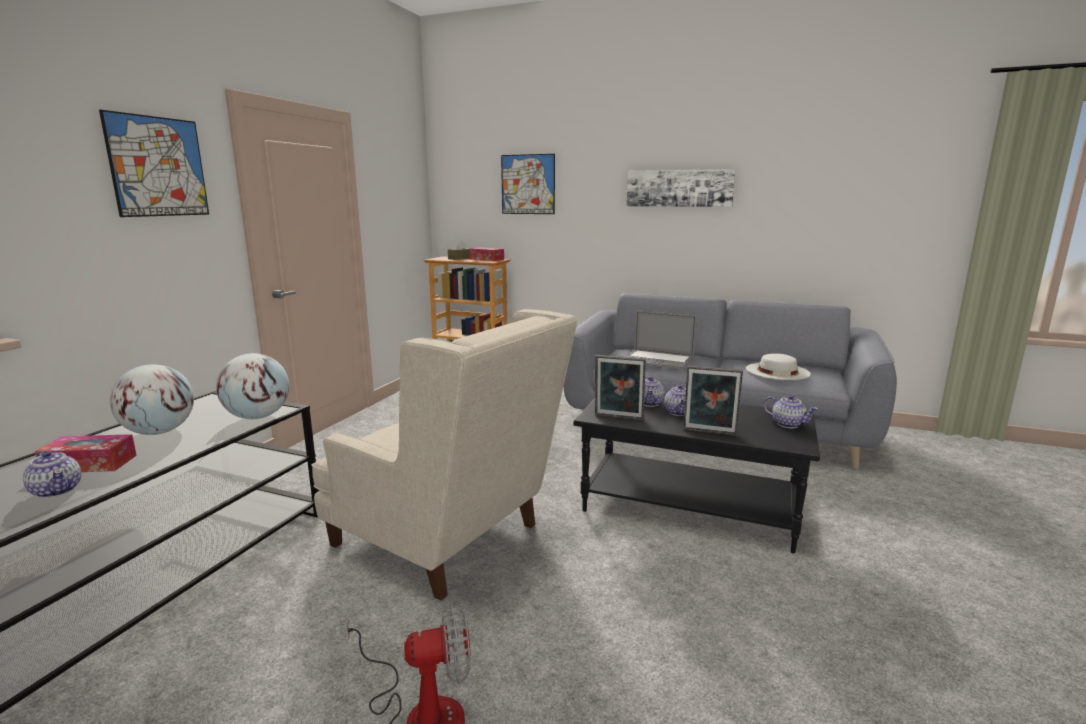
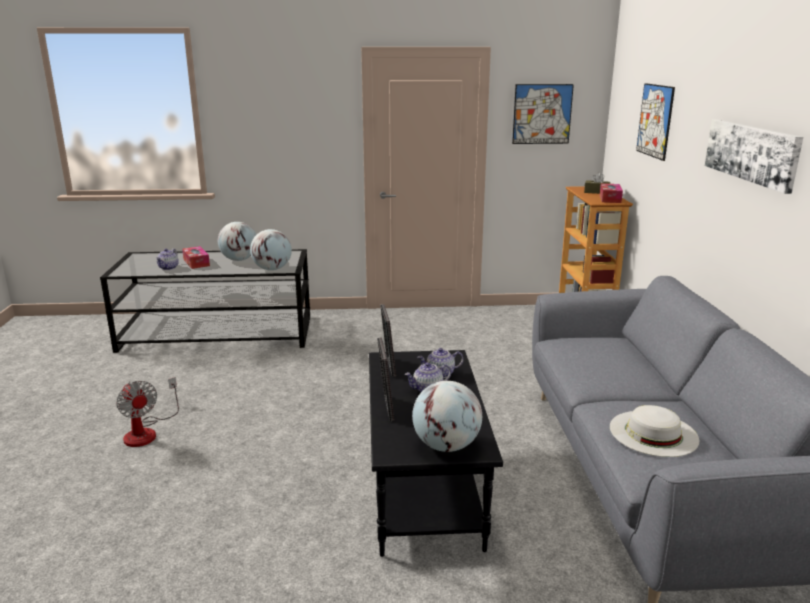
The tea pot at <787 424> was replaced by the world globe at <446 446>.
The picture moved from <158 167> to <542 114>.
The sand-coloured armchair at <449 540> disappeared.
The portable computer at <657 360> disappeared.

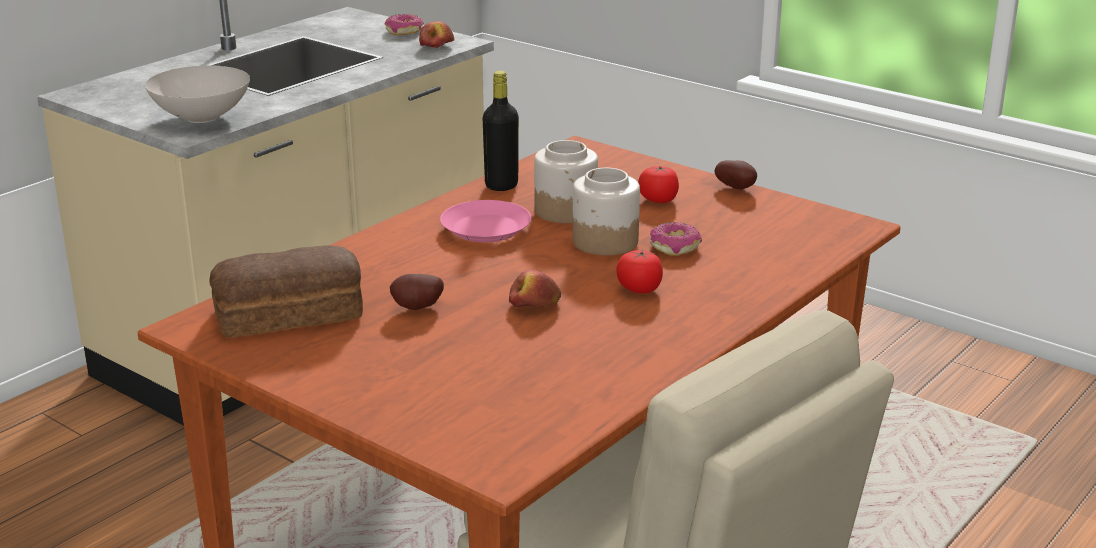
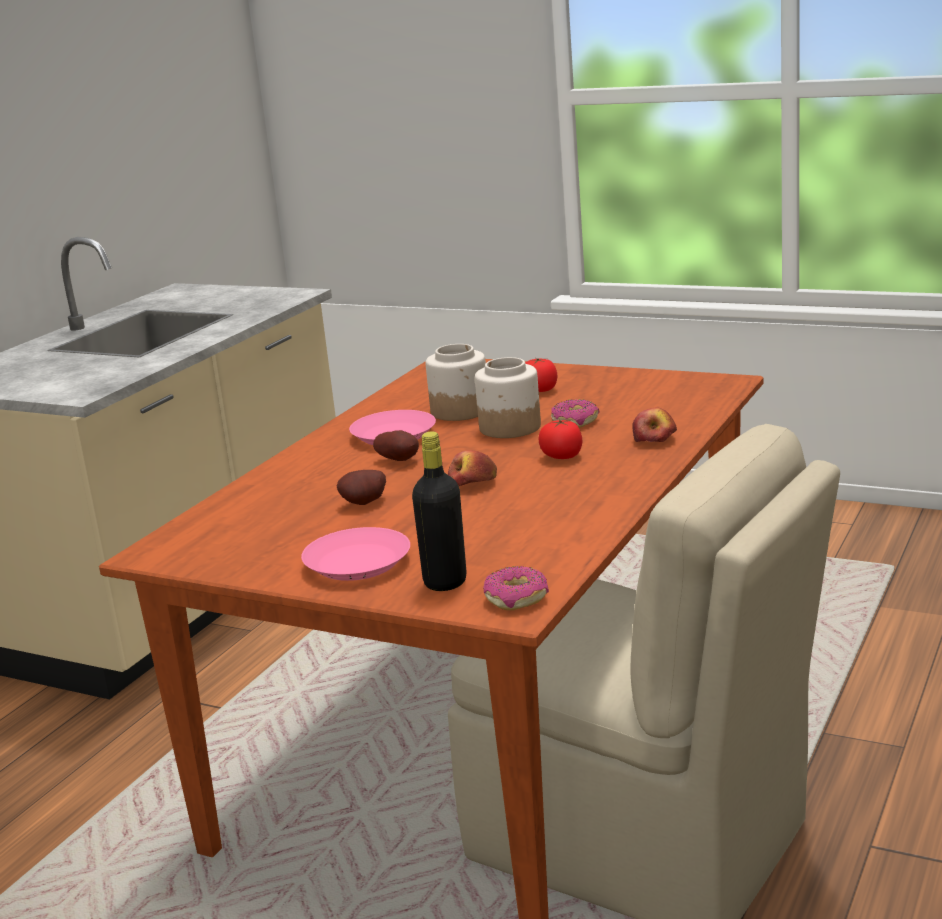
The pink dinner plate at <358 562> appeared.
The spud moved from <737 188> to <400 460>.
The black-coloured beverage bottle moved from <501 185> to <445 582>.
The doughnut moved from <404 31> to <517 598>.
The apple moved from <437 46> to <655 439>.
The white-coloured bowl at <200 118> disappeared.
The bread at <291 314> disappeared.

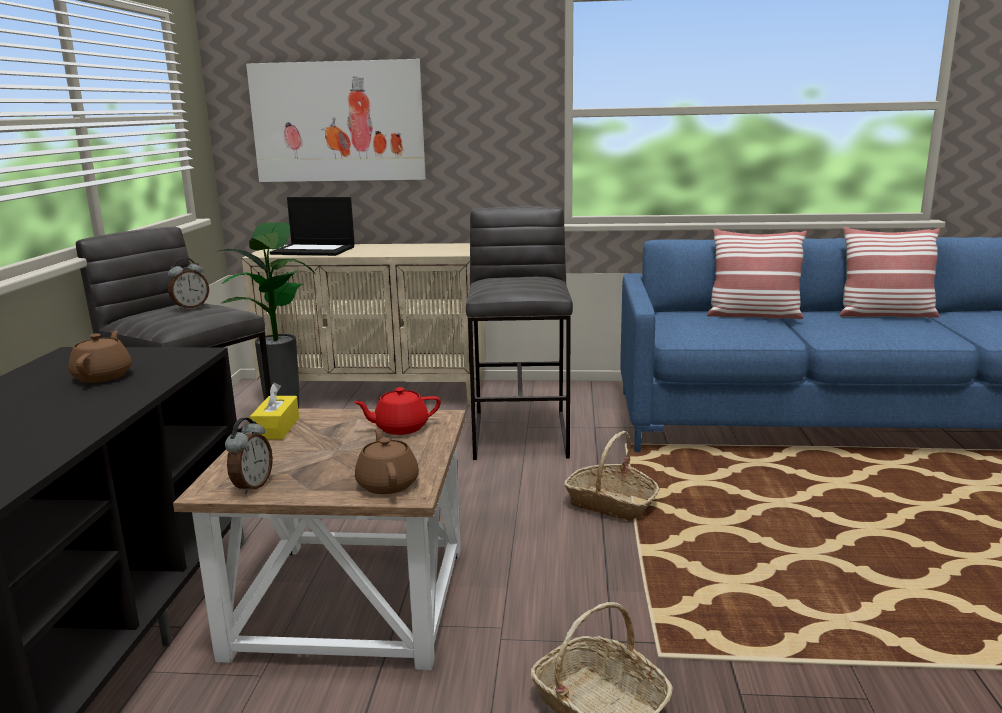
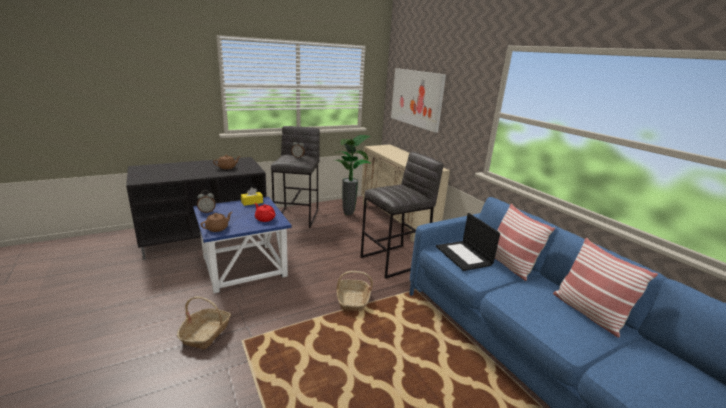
The brown accent table at <348 599> became the blue accent table at <245 266>.
The portable computer moved from <314 250> to <464 256>.

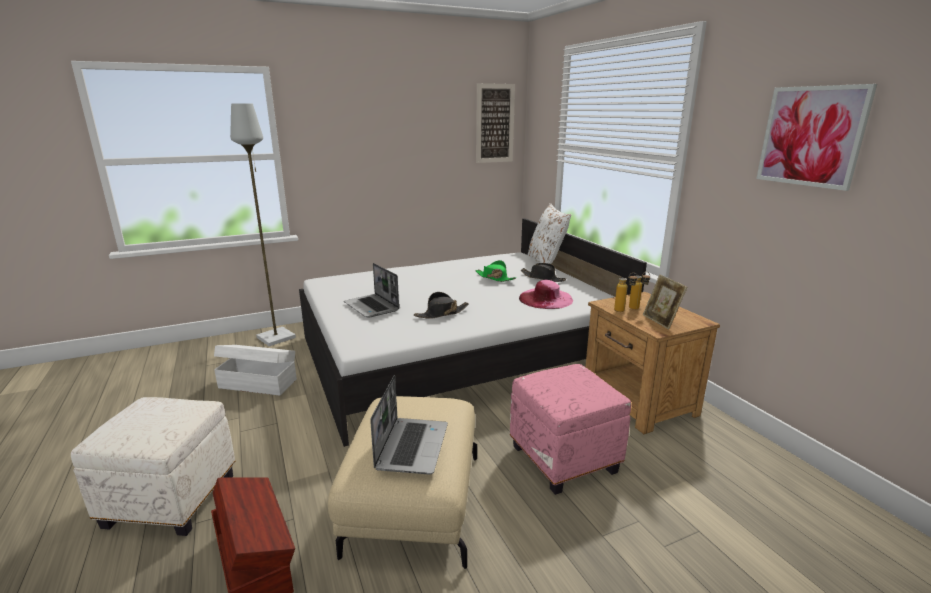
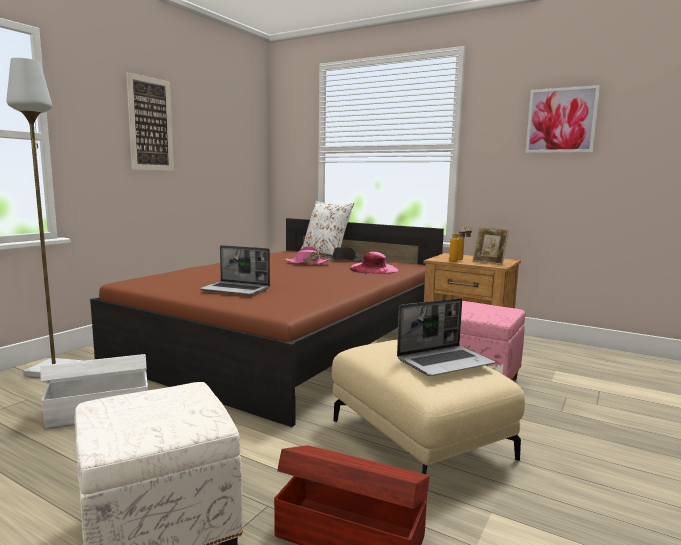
The white-coloured bed at <457 353> became the brown bed at <288 341>.
The picture moved from <495 123> to <150 124>.
The green clothing hat at <494 278> became the pink clothing hat at <307 263>.
The portable computer at <411 446> turned 90 degrees clockwise.
The black-coloured clothing hat at <441 313> disappeared.

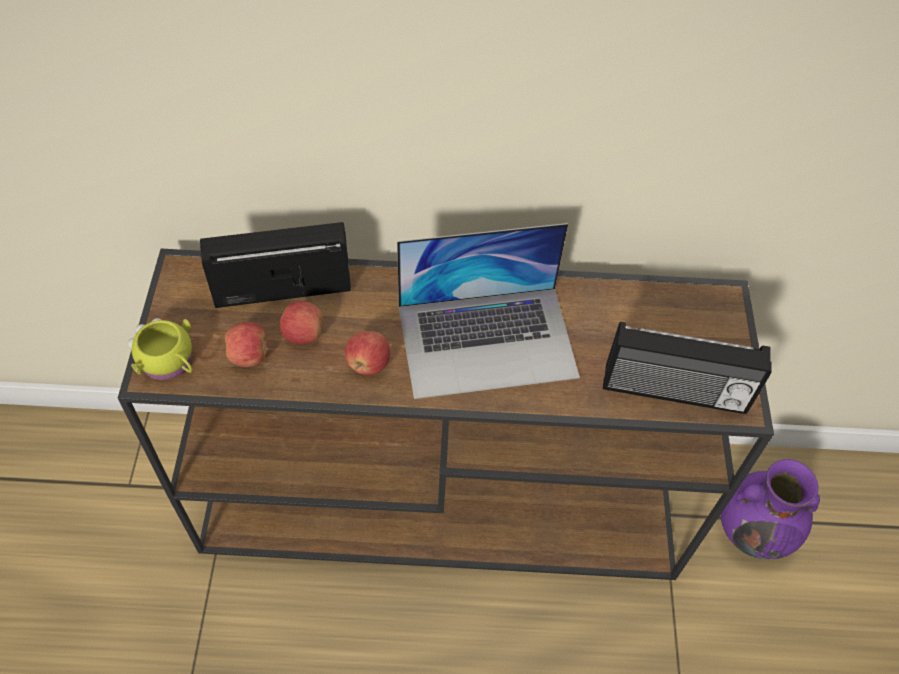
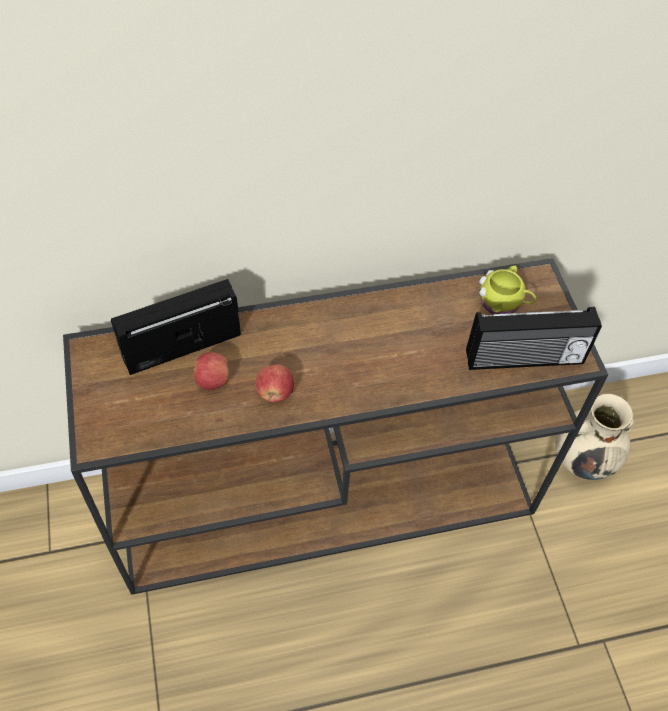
The yellow mug moved from <170 363> to <503 303>.
The purplish flower vase at <753 531> became the sand-coloured flower vase at <583 459>.
The apple at <249 355> disappeared.
The portable computer at <487 341> disappeared.

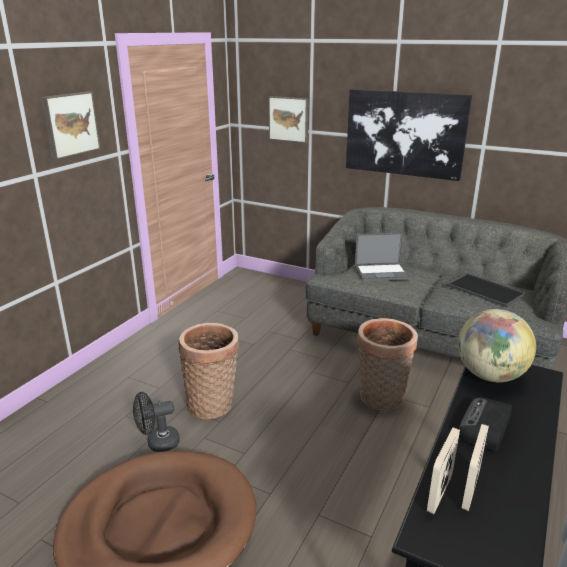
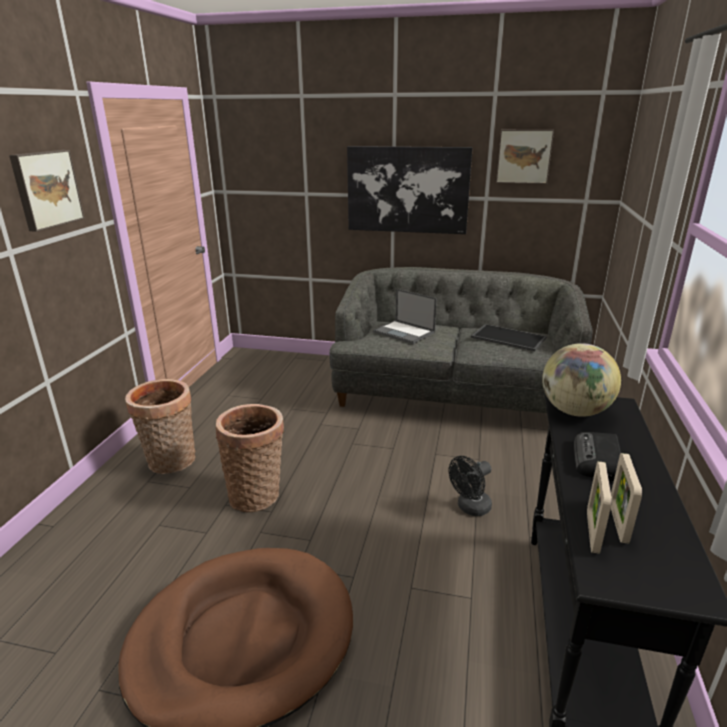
The basket moved from <381 399> to <171 463>.
The portable computer at <382 272> turned 60 degrees clockwise.
The black-coloured electric fan moved from <158 443> to <470 508>.
The picture moved from <289 119> to <524 156>.

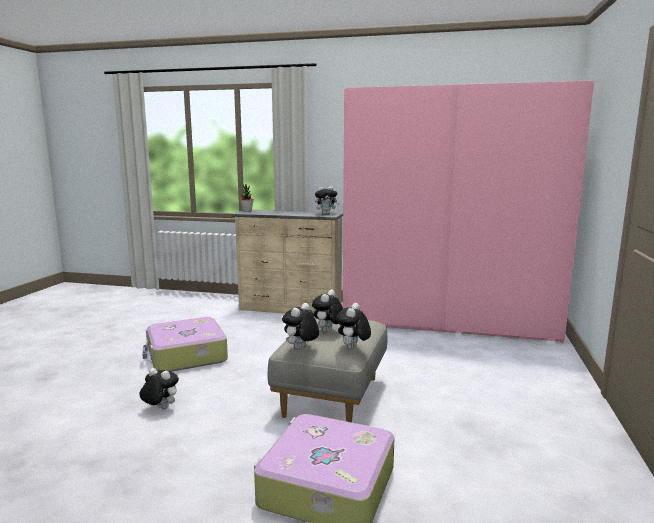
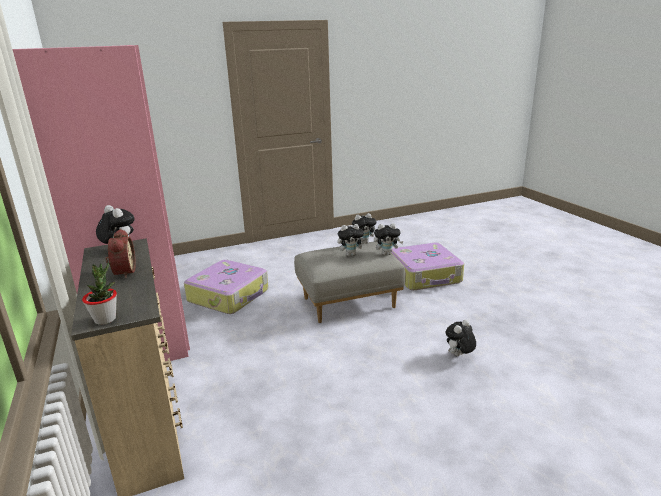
The bedside clock at <123 272> appeared.
The piece of luggage moved from <186 355> to <229 295>.
The plush toy at <160 408> turned 60 degrees clockwise.

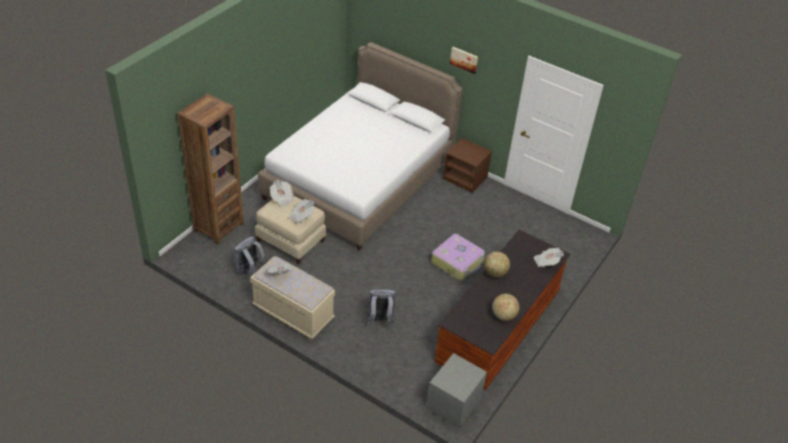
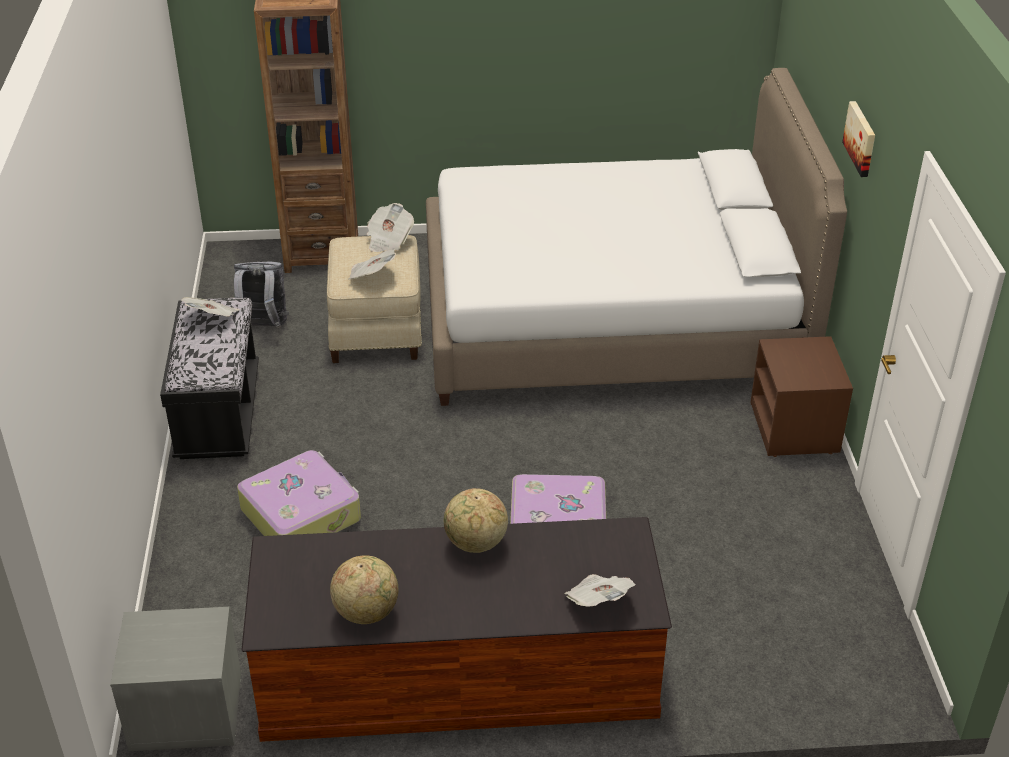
The sand-coloured long seat at <293 313> became the black-coloured long seat at <218 414>.
The grey knapsack at <380 320> was replaced by the piece of luggage at <301 513>.

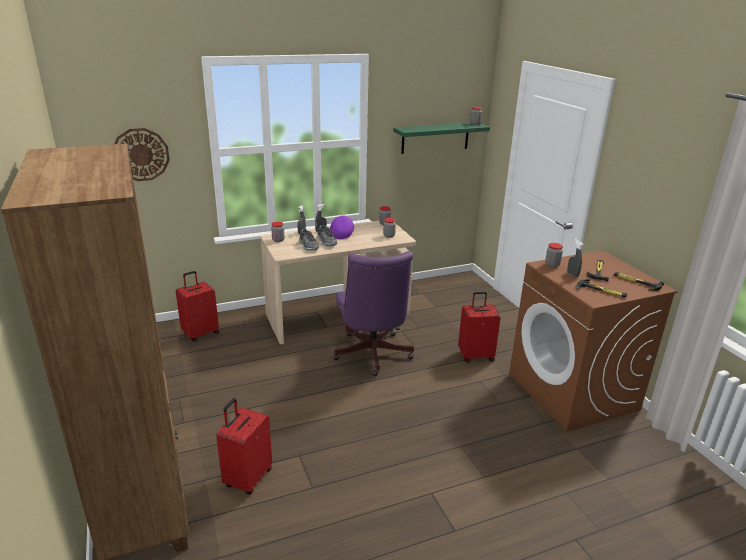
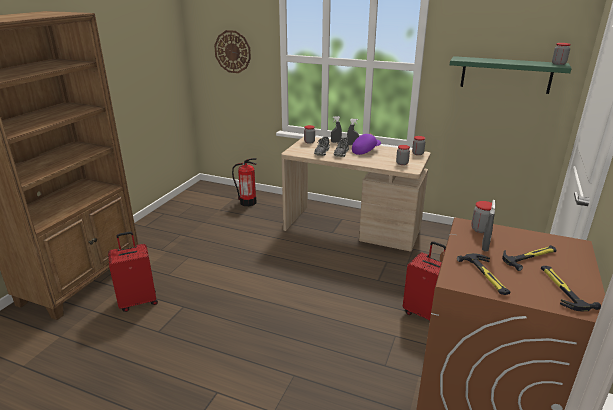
The reddish piece of luggage at <200 333> was replaced by the fire extinguisher at <248 202>.
The purplish desk chair at <372 356> disappeared.

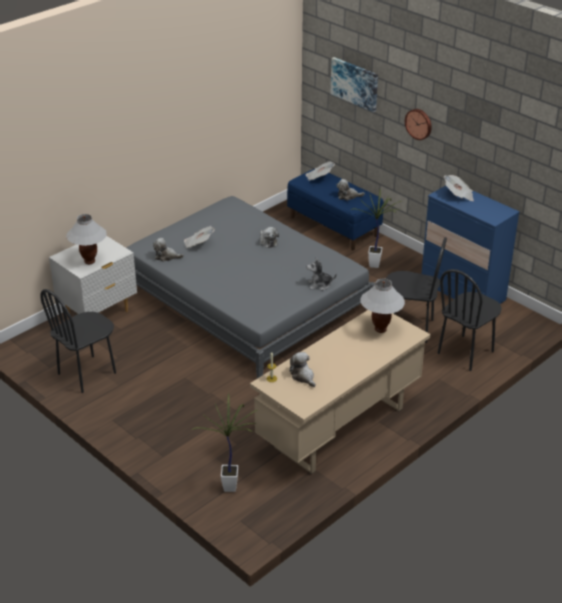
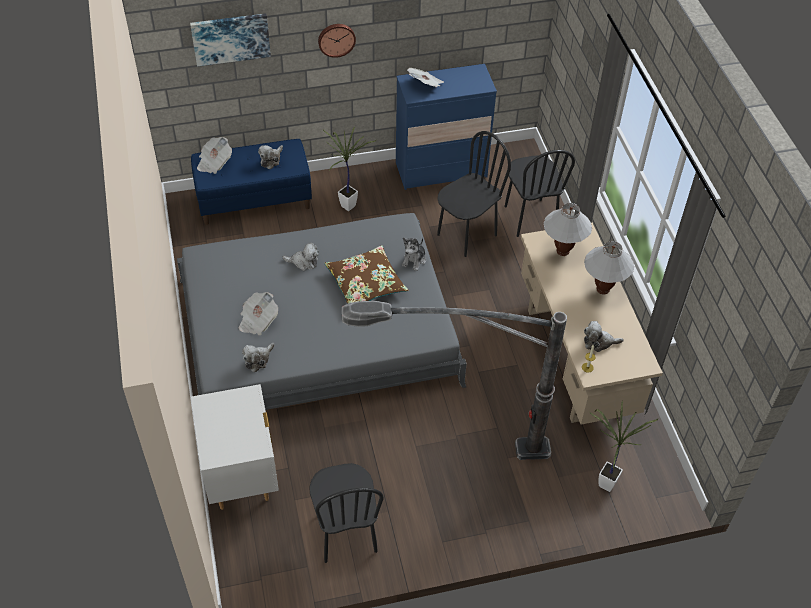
The brown throw pillow at <366 283> appeared.
The floor lamp at <449 453> appeared.
The white-coloured table lamp moved from <89 261> to <603 289>.

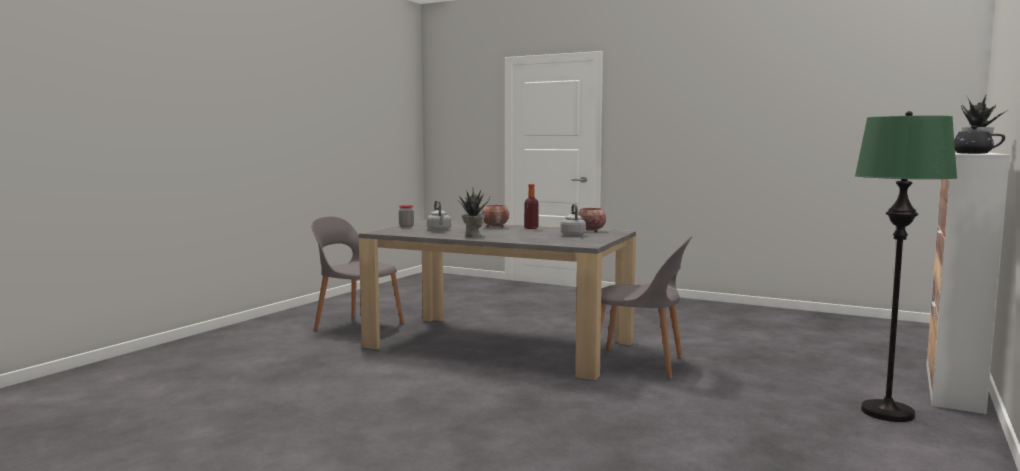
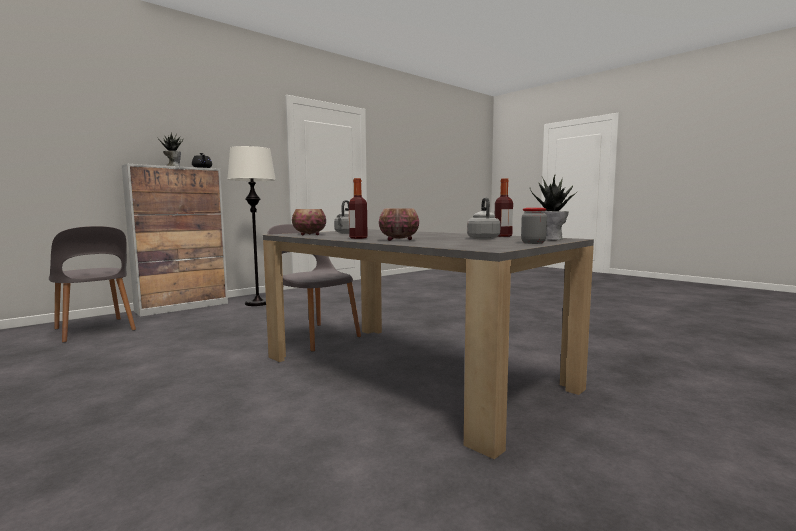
The grey upright chair moved from <357 326> to <94 330>.
The green floor lamp at <887 413> became the white-coloured floor lamp at <258 303>.
The beverage bottle at <503 236> appeared.
The houseplant moved from <473 236> to <551 239>.

